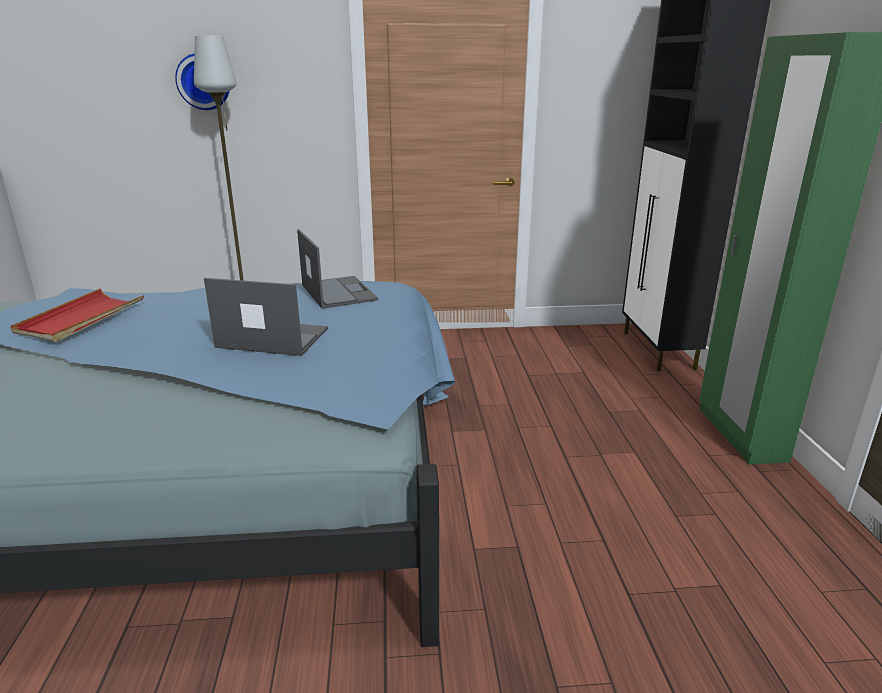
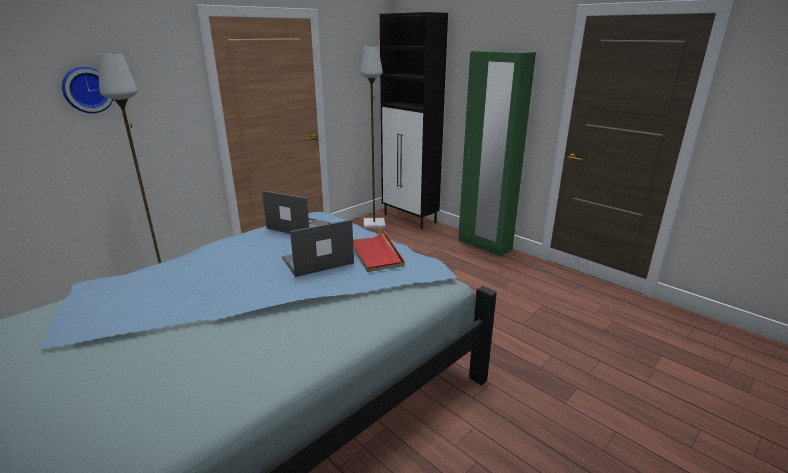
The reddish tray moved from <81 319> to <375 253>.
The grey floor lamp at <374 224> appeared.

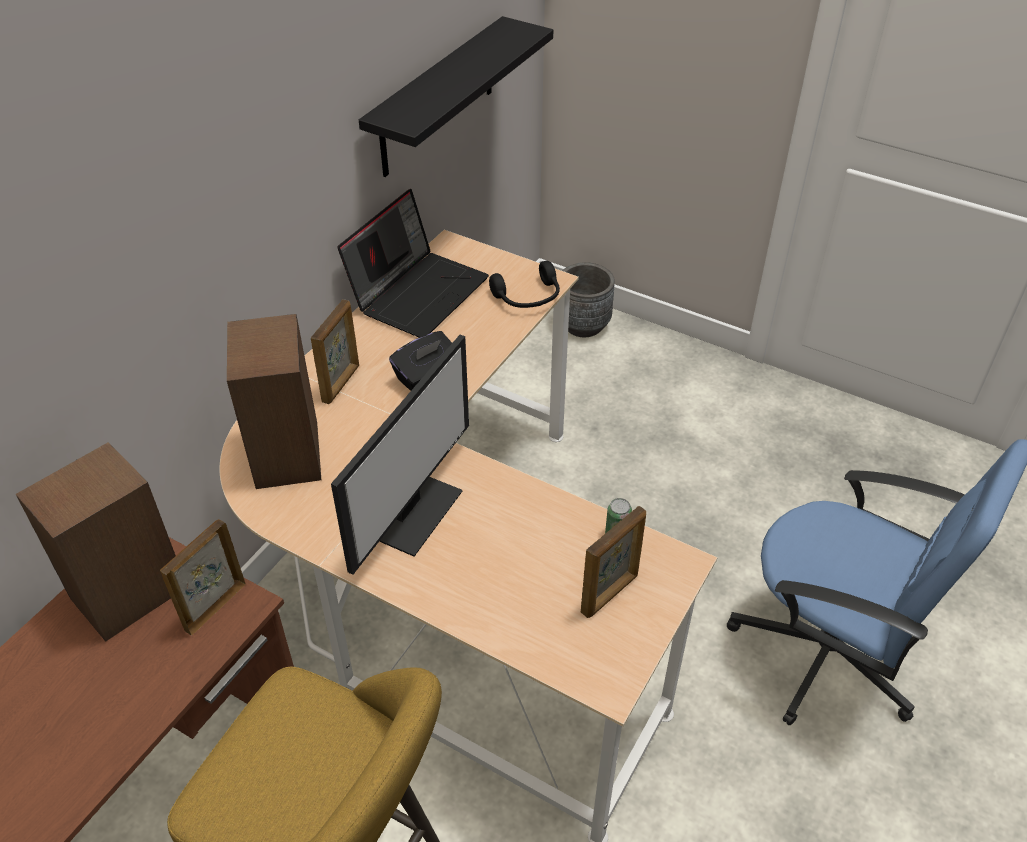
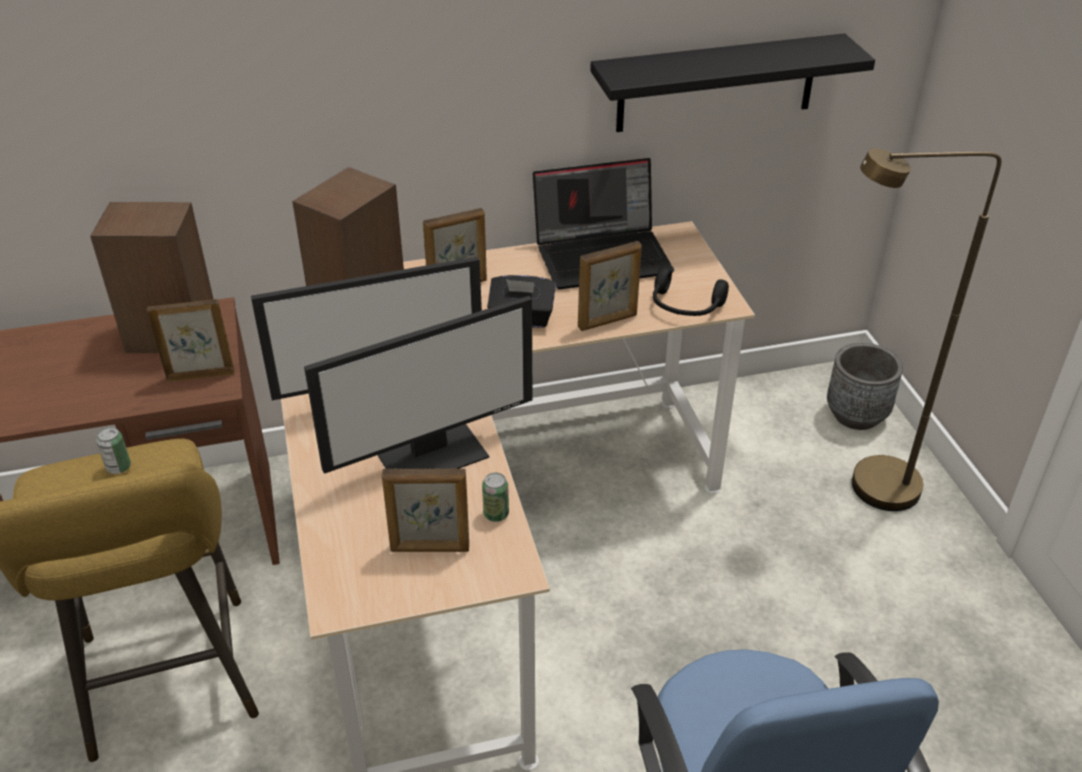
The metal can at <119 467> appeared.
The computer screen at <433 453> appeared.
The photo frame at <608 321> appeared.
The brown floor lamp at <867 489> appeared.

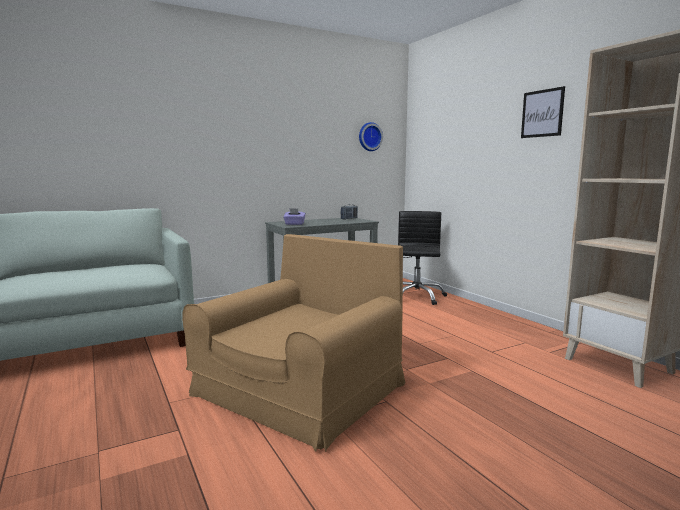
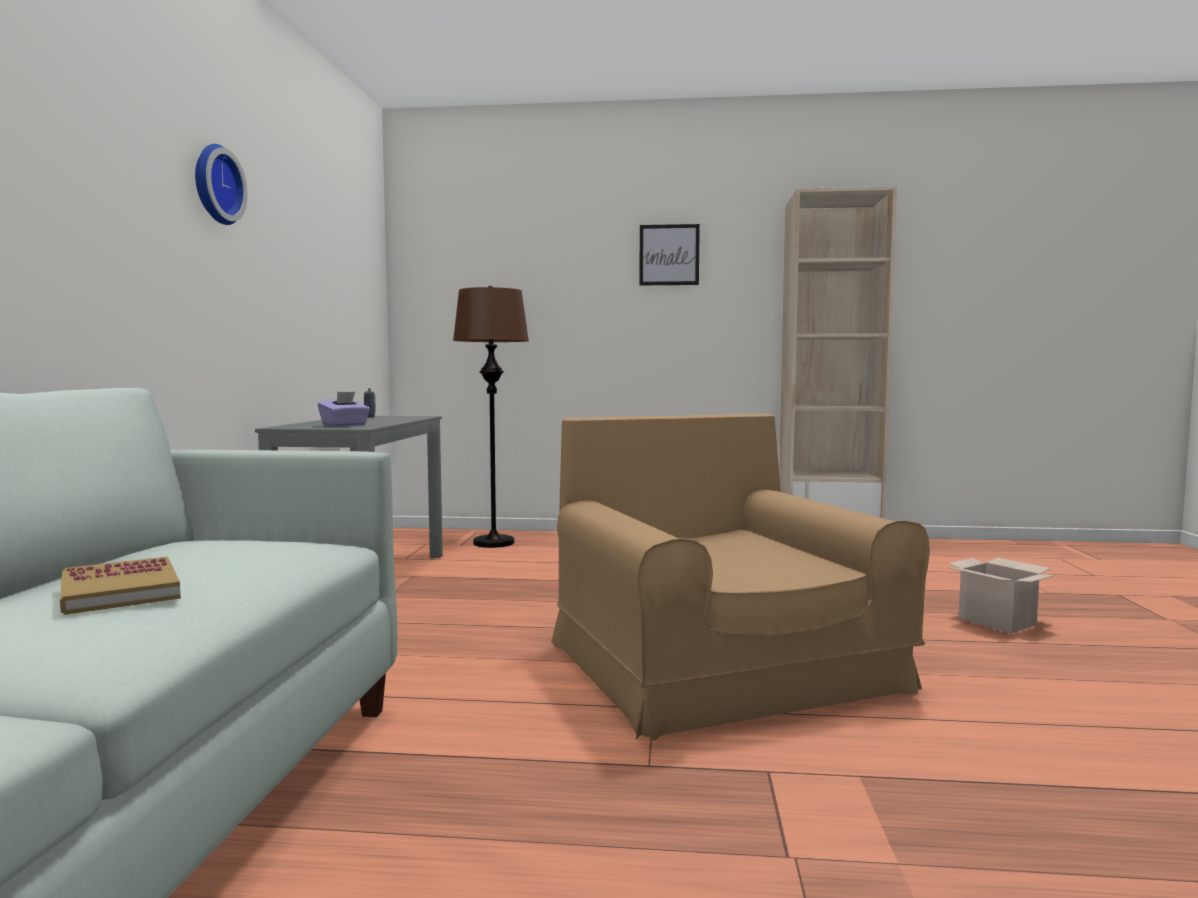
The volume at <120 591> appeared.
The clock on the wall moved from <369 137> to <214 185>.
The black-coloured desk chair at <416 297> was replaced by the brown floor lamp at <494 543>.
The cardboard box at <999 622> appeared.

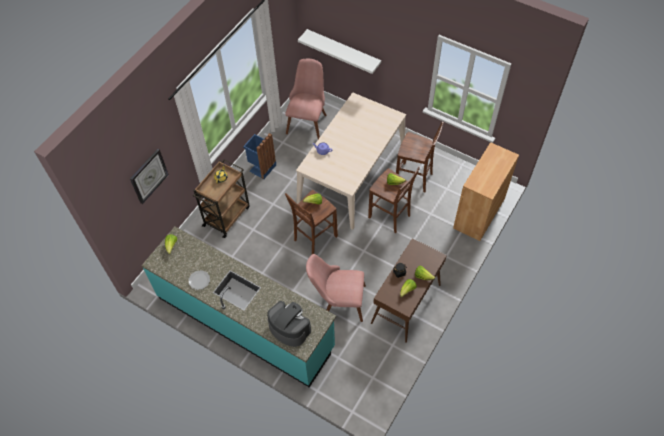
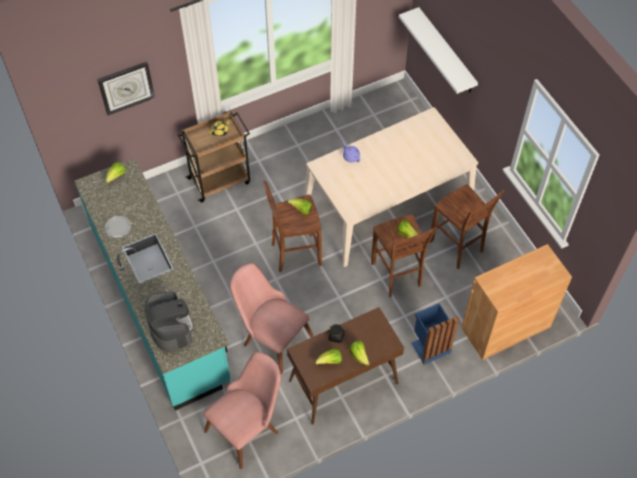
The pink upright chair moved from <308 120> to <248 426>.
The blue trash can moved from <261 167> to <429 346>.

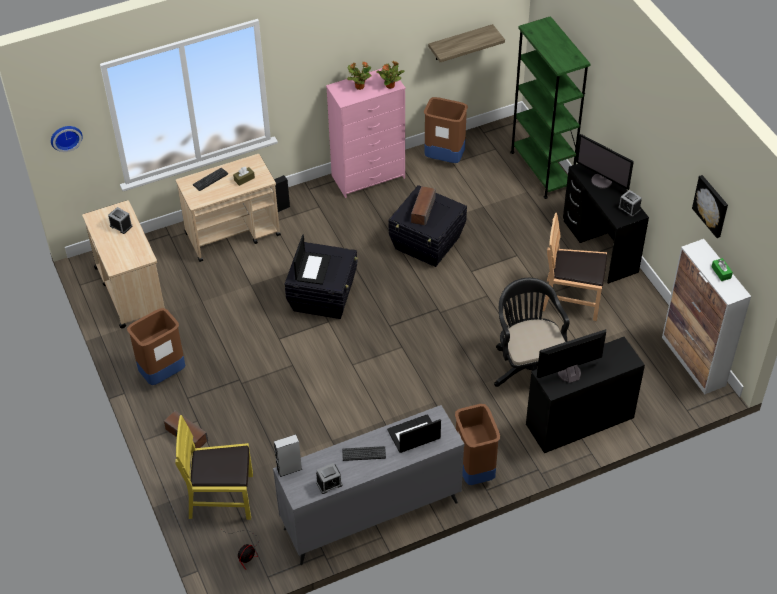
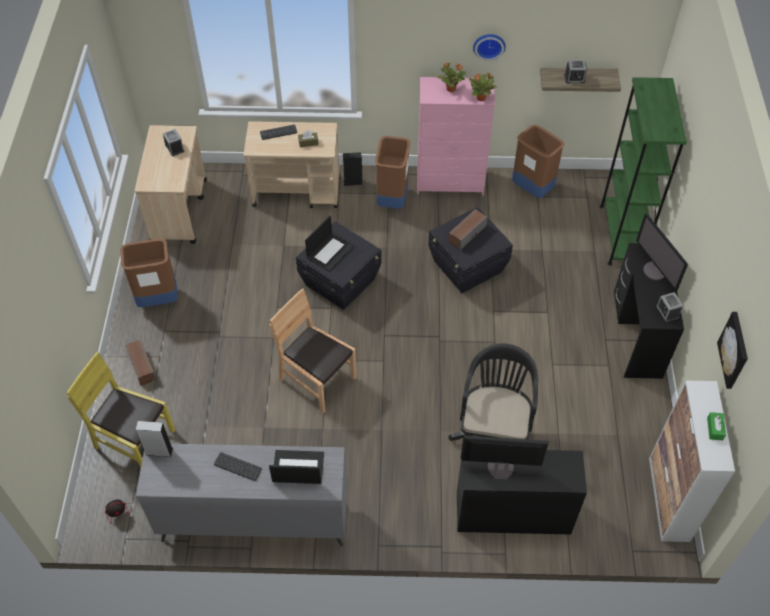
The brown upright chair moved from <572 298> to <317 379>.
The brown trash can moved from <474 471> to <392 200>.
The clock on the wall moved from <65 137> to <489 45>.
The bedside clock moved from <329 484> to <574 78>.

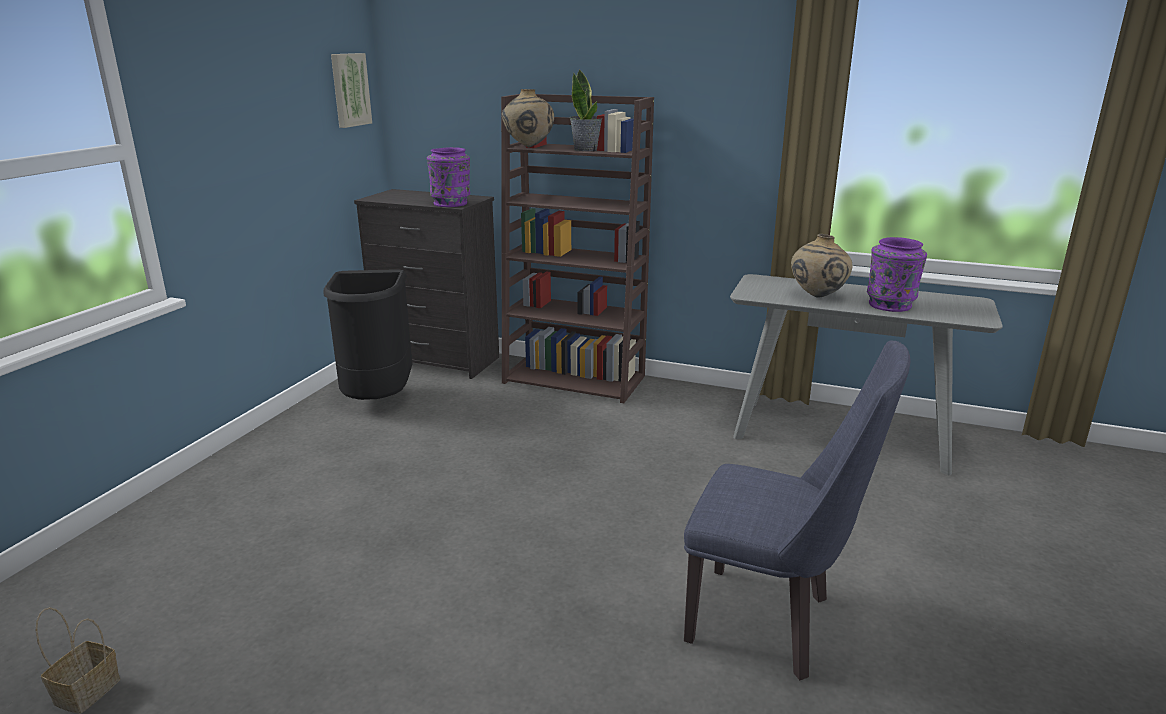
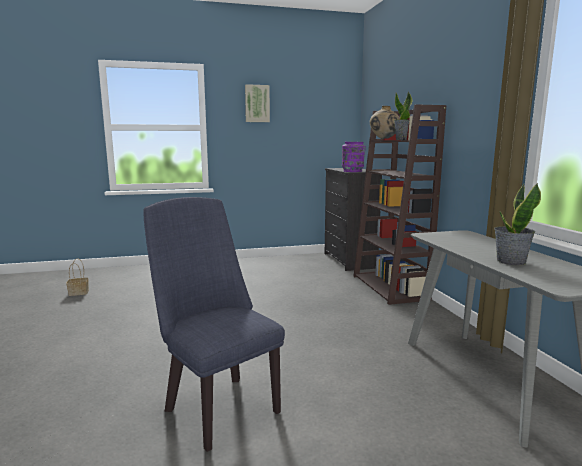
The blue upright chair at <772 623> turned 150 degrees clockwise.
The picture moved from <349 90> to <257 103>.
The purplish flower vase at <890 305> was replaced by the houseplant at <510 261>.
The black-coloured trash can at <378 399> disappeared.
The sand-coloured flower vase at <817 296> disappeared.

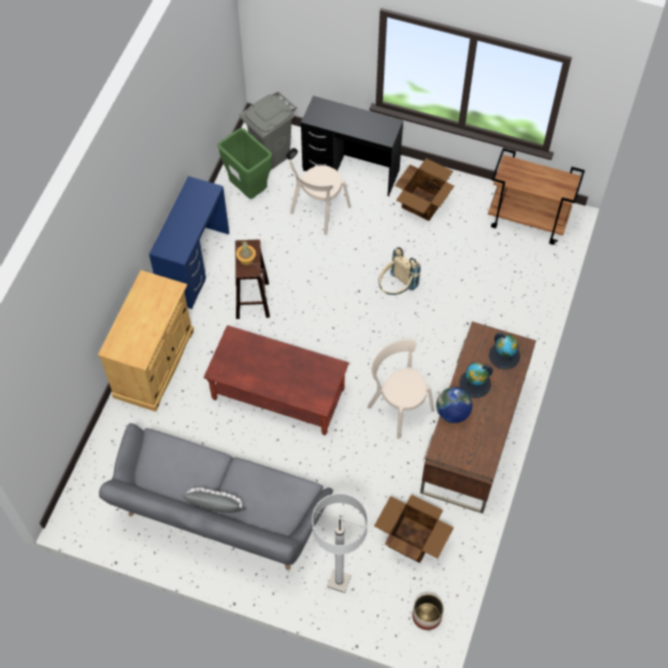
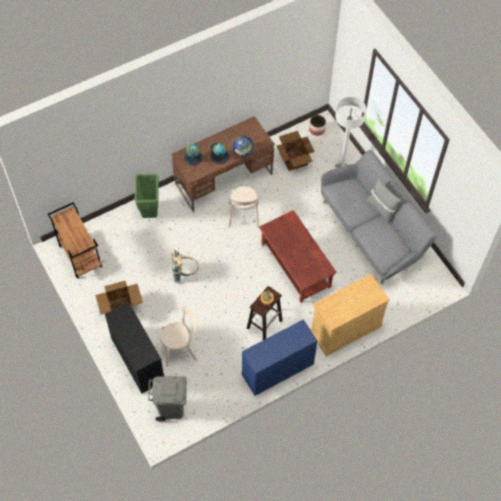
The green trash can moved from <249 190> to <150 211>.

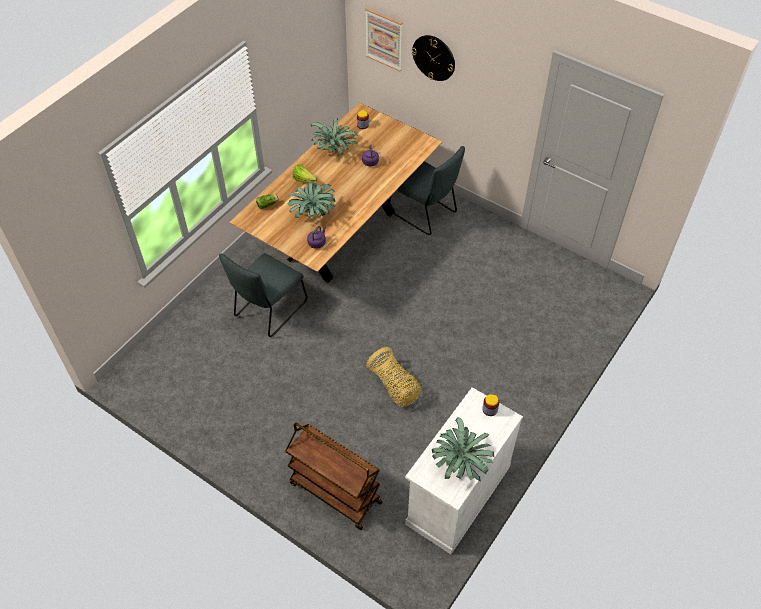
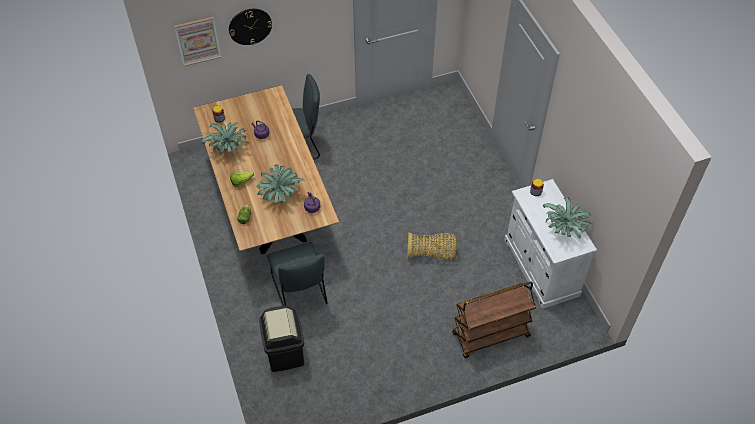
The black-coloured trash can at <285 353> appeared.

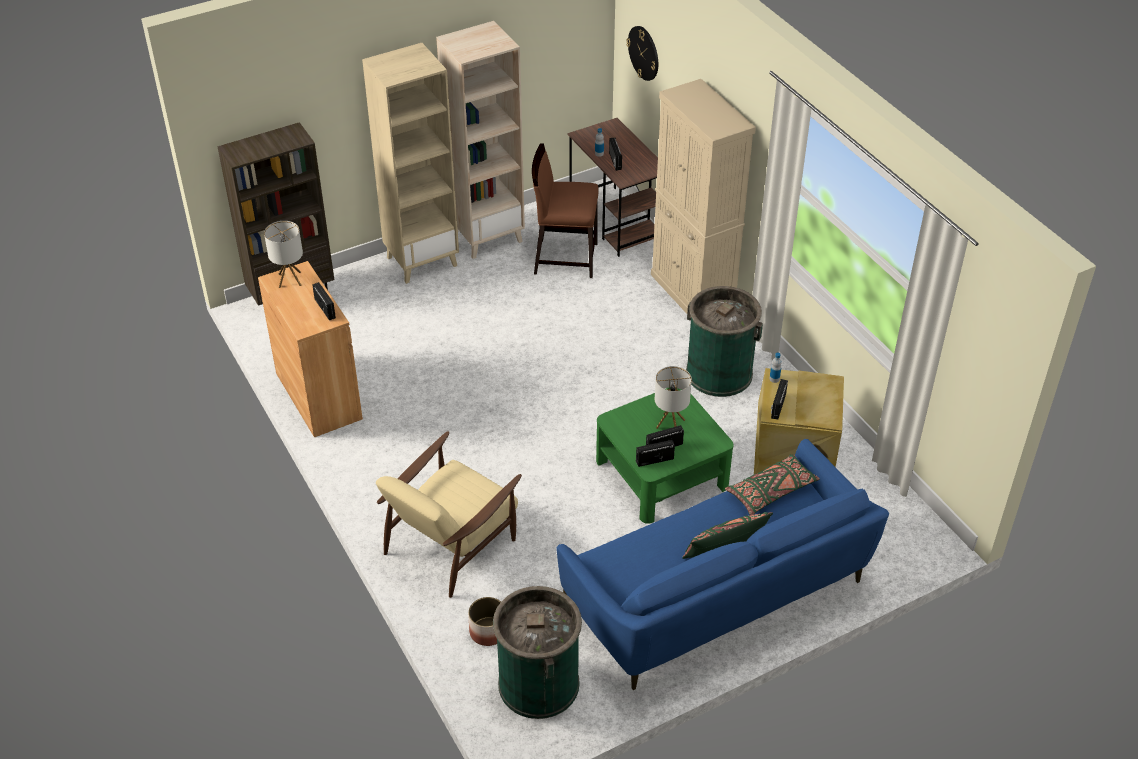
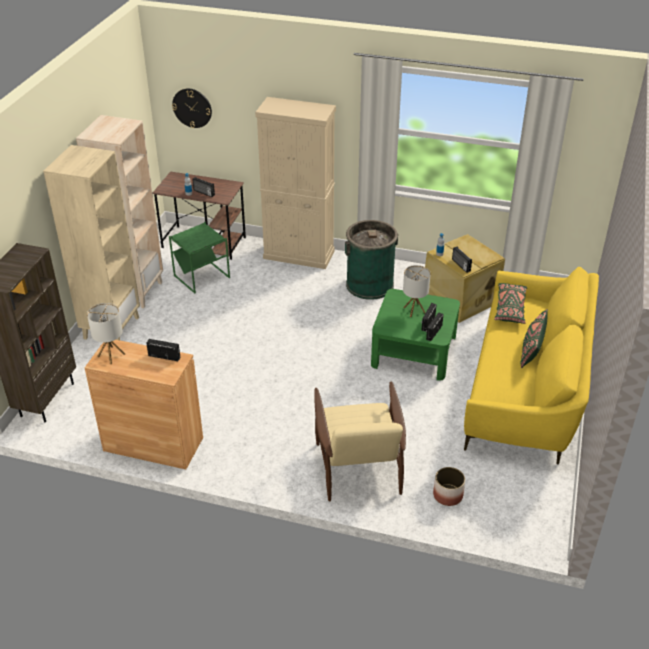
The brown upright chair at <565 258> was replaced by the green accent table at <201 277>.
The blue settee at <718 596> became the yellow settee at <526 388>.
The green trash can at <538 684> disappeared.

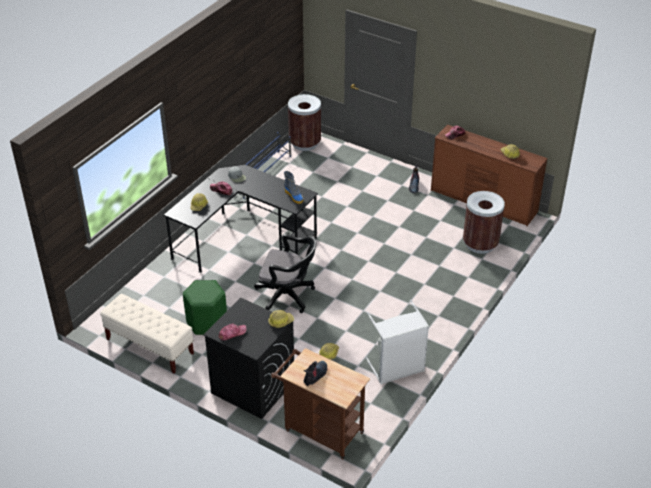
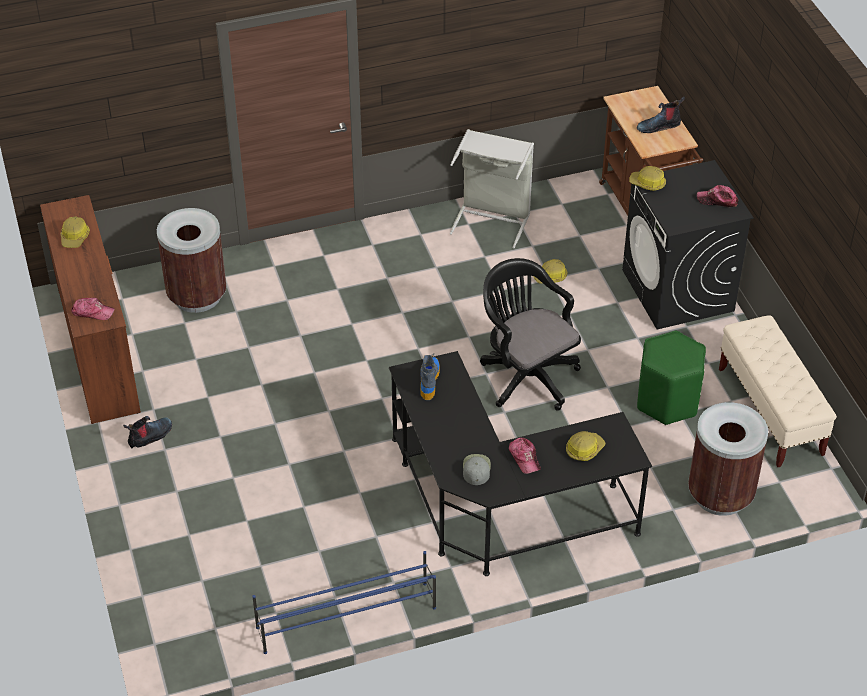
The brown trash can moved from <304 143> to <720 495>.

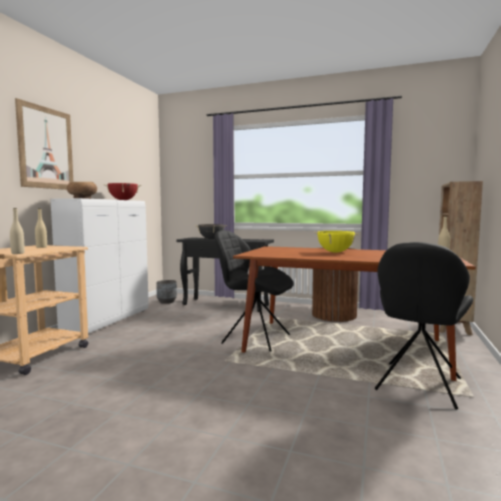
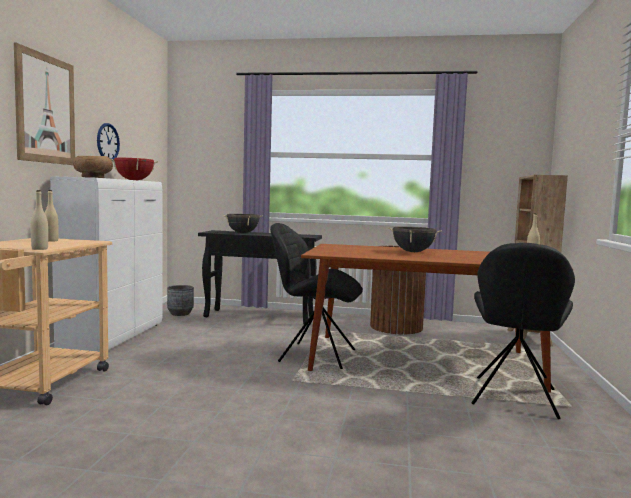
The clock on the wall at <108 142> appeared.
The yellow stockpot at <335 252> became the black-coloured stockpot at <413 252>.

